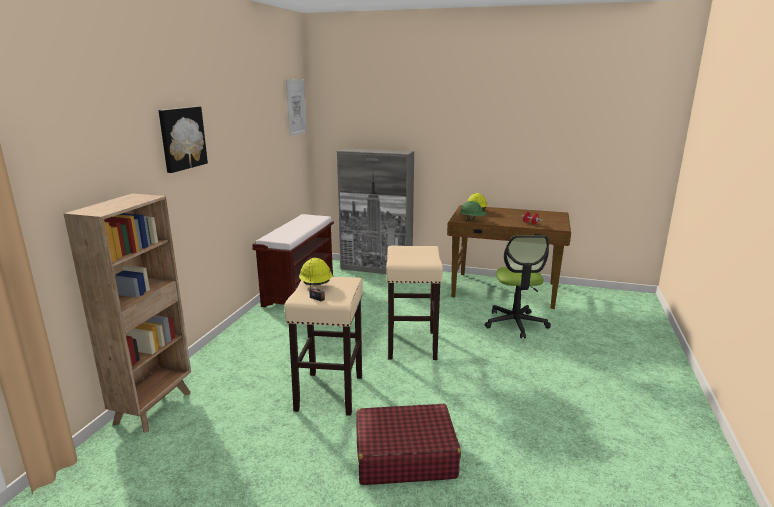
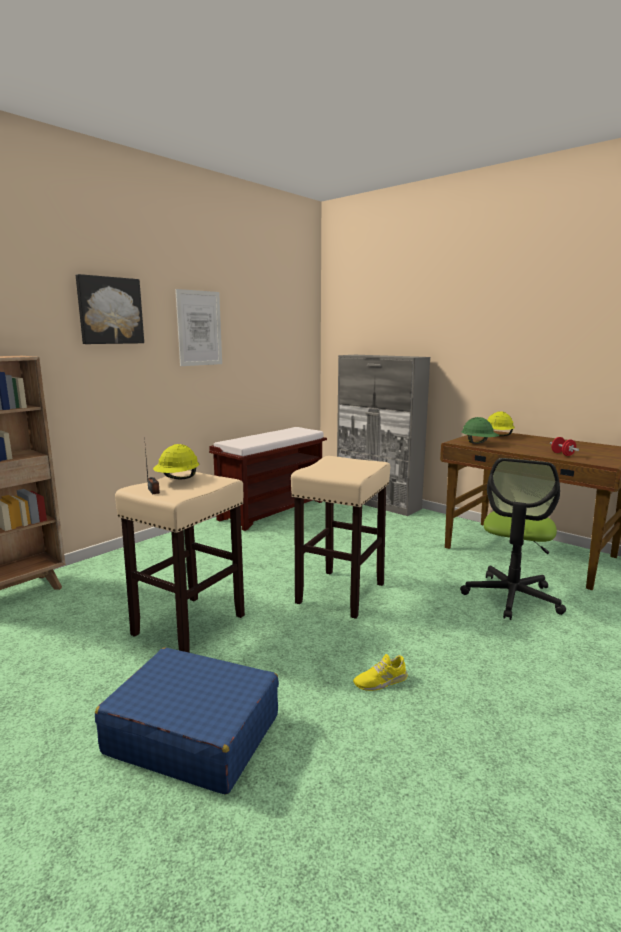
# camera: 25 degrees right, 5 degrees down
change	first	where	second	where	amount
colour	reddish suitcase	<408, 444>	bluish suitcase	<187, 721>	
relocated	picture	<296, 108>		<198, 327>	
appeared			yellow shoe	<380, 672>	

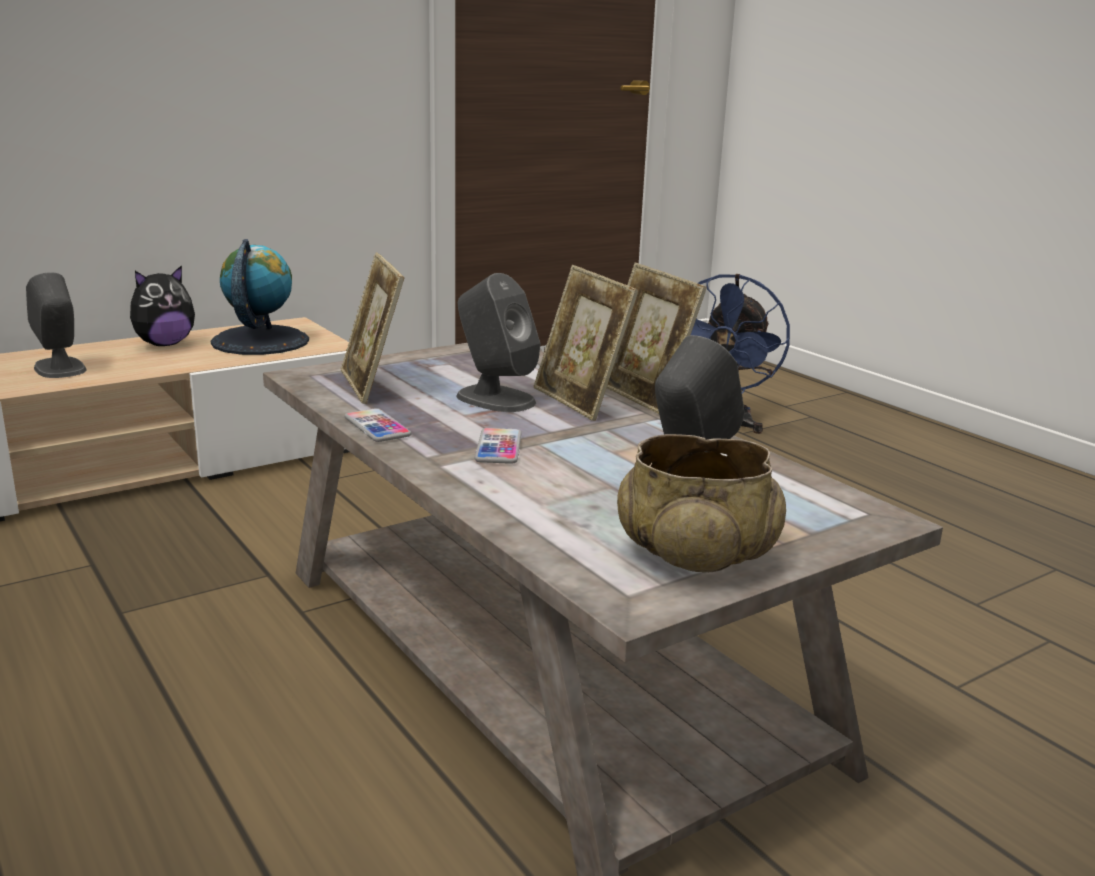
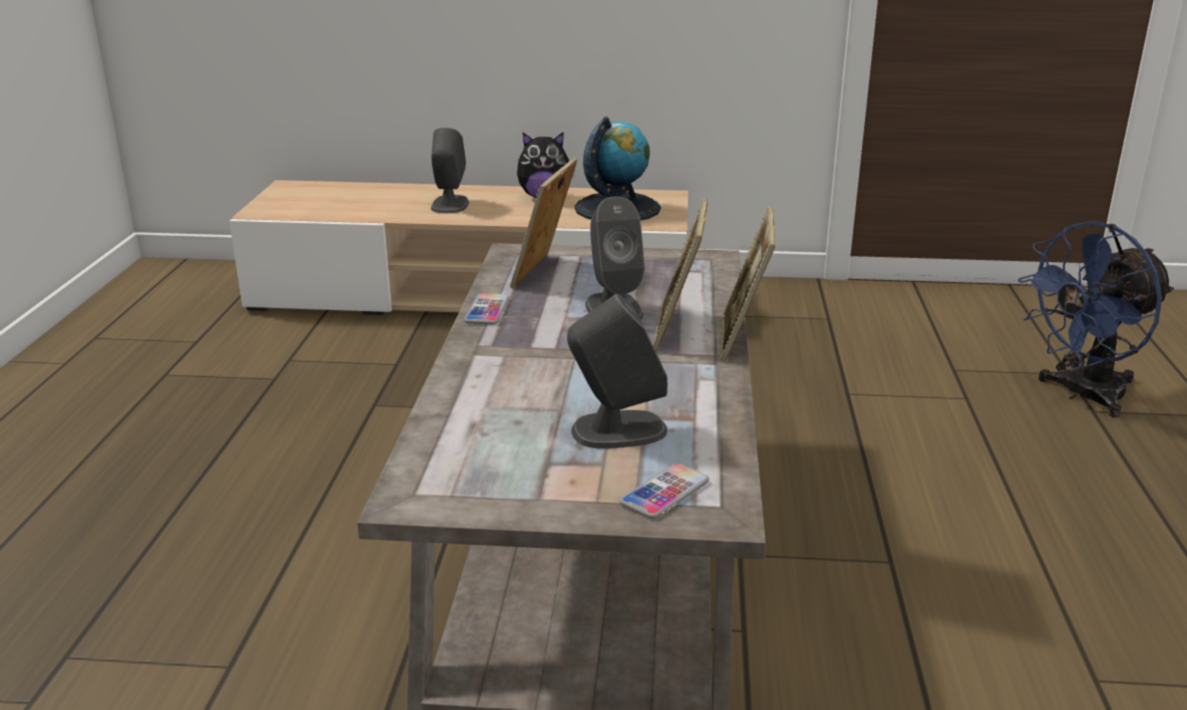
# camera: 40 degrees right, 5 degrees up
change	first	where	second	where	amount
relocated	phone	<498, 446>		<664, 491>	
missing	beige bowl	<701, 503>			

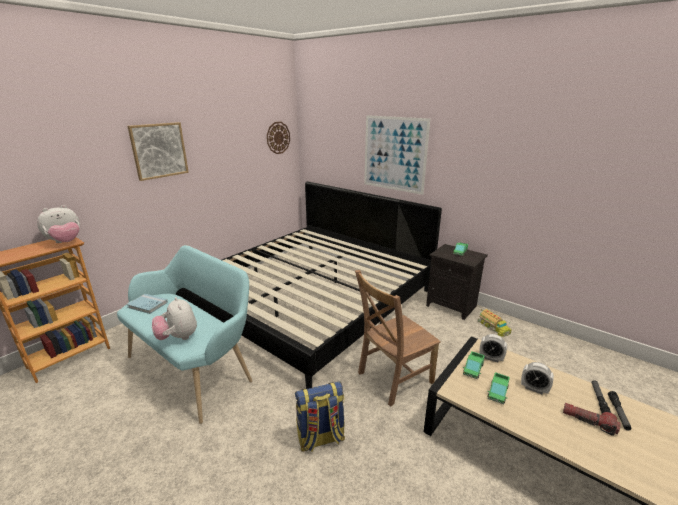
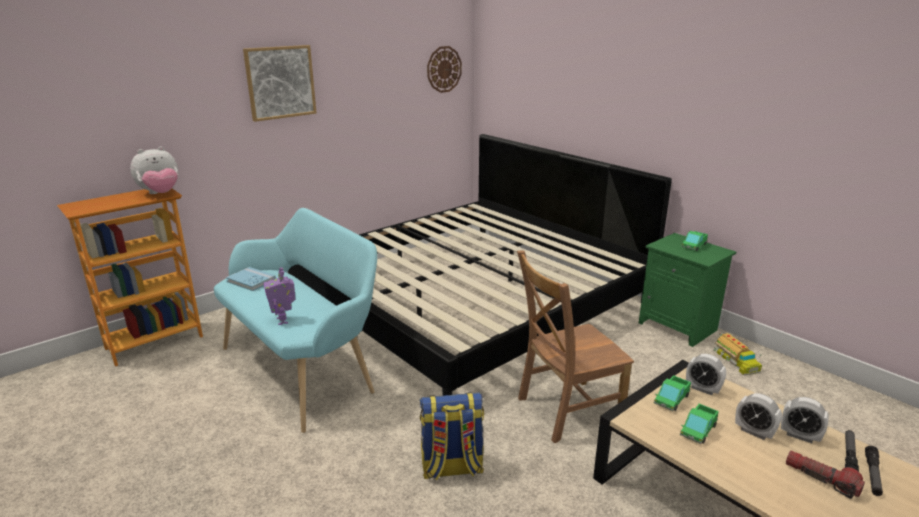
# camera: 10 degrees right, 0 degrees up
change	first	where	second	where	amount
exchanged	plush toy	<174, 318>	toy robot	<280, 296>	
colour	blackish bedside table	<457, 282>	green bedside table	<687, 290>	
appeared			bedside clock	<805, 420>	
missing	picture	<397, 155>			

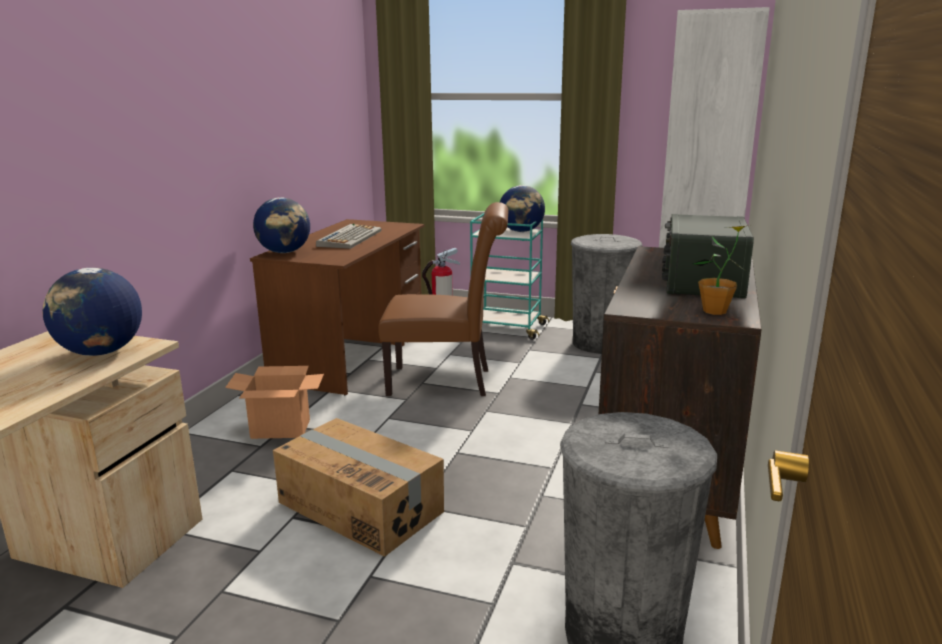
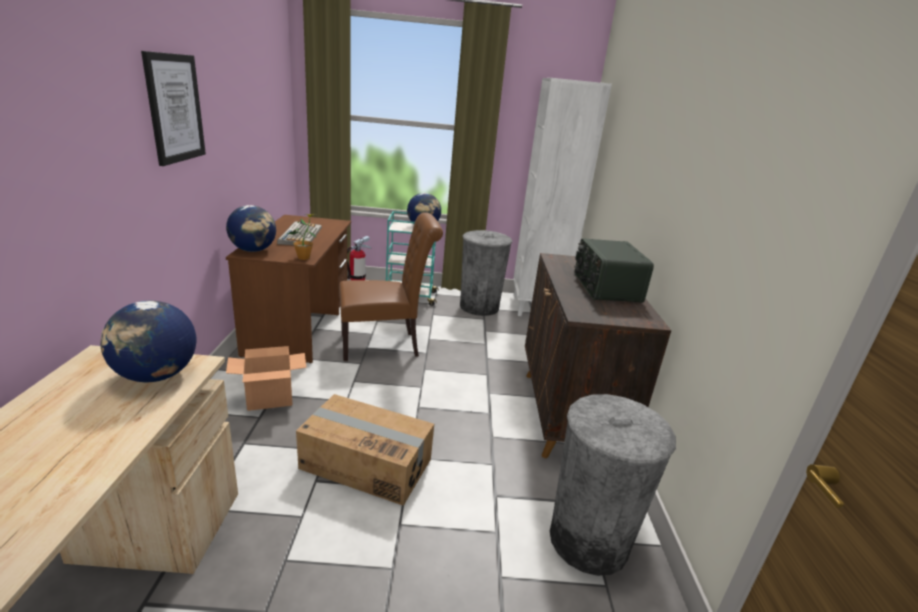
# camera: 20 degrees left, 5 degrees up
change	first	where	second	where	amount
appeared			picture	<173, 108>	
relocated	houseplant	<722, 270>		<302, 237>	

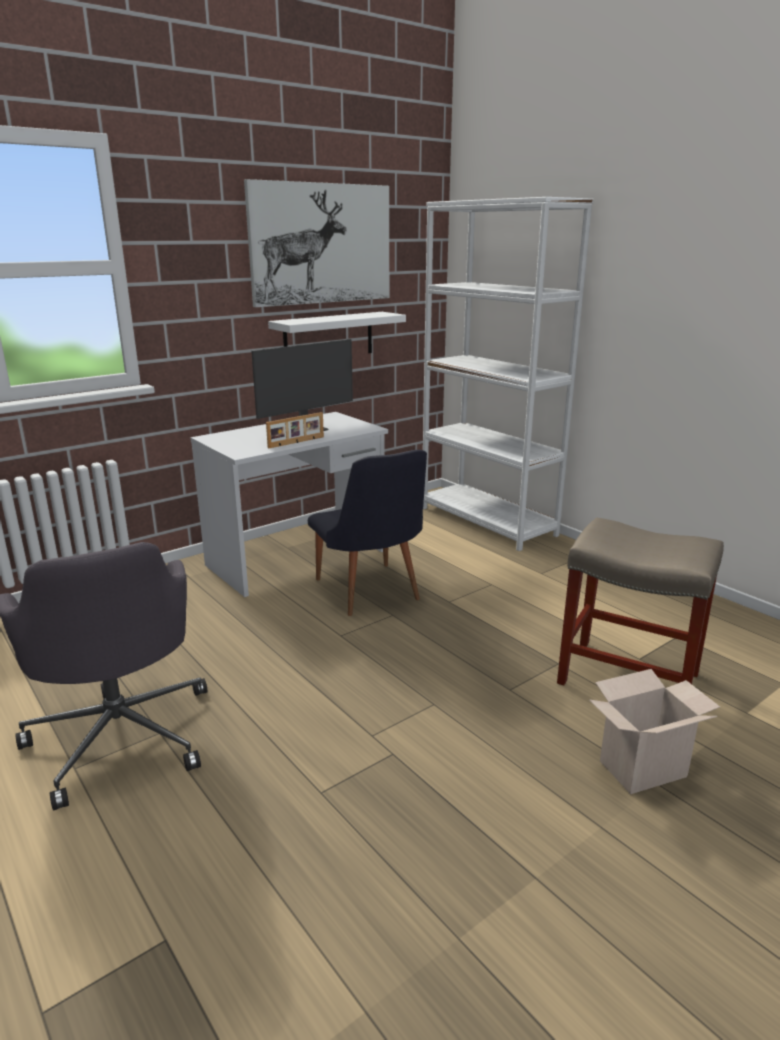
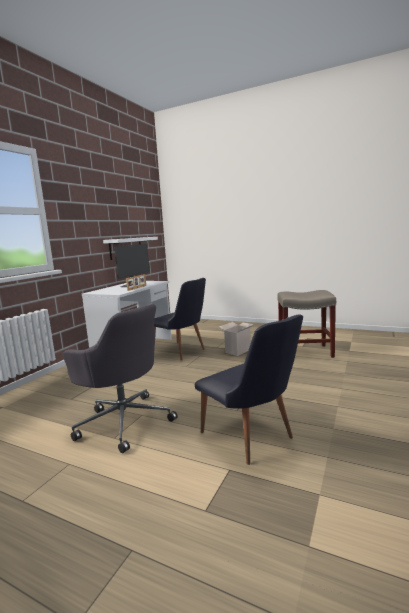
# camera: 25 degrees left, 10 degrees down
change	first	where	second	where	amount
appeared			blackish plain chair	<249, 389>	
relocated	packing box	<654, 731>		<237, 339>	
missing	picture	<316, 243>			
missing	white shelving unit	<508, 374>			

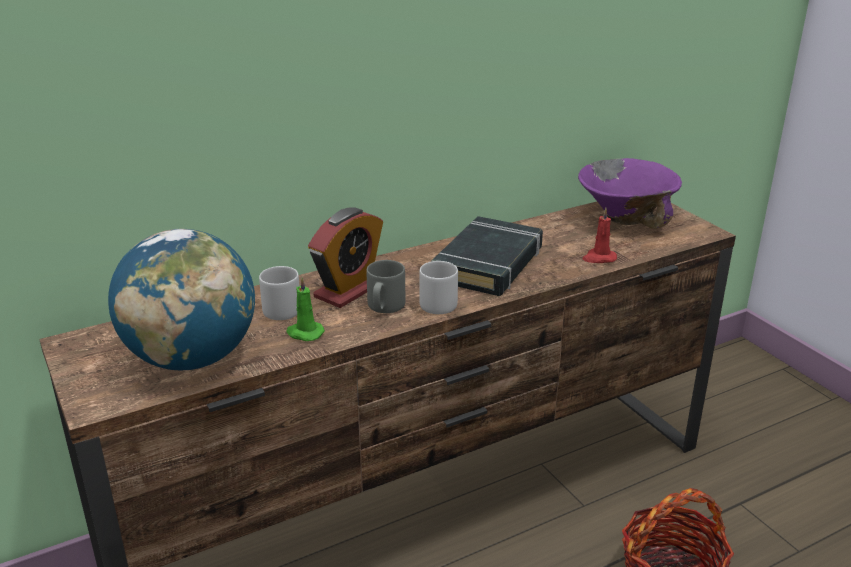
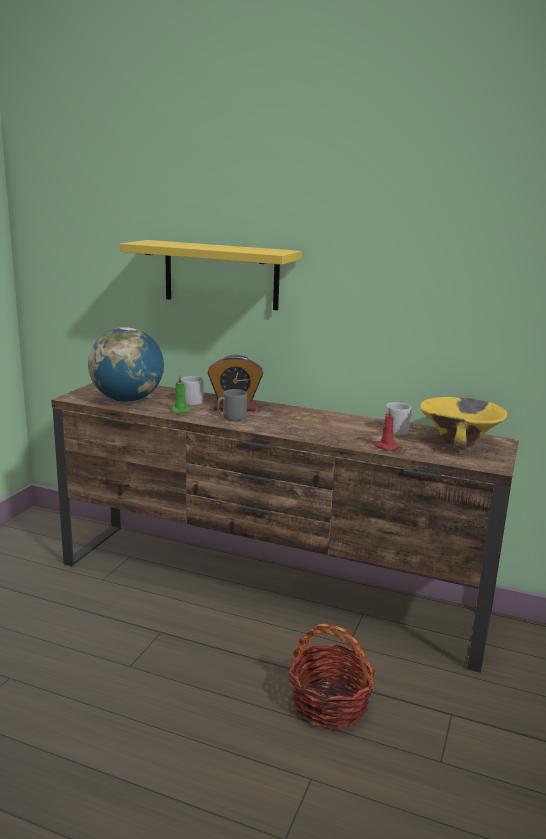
# camera: 50 degrees right, 10 degrees down
change	first	where	second	where	amount
appeared			yellow bracket shelf	<211, 275>	
relocated	gray tea mug	<438, 287>		<398, 418>	
colour	purplish bowl	<630, 193>	yellow bowl	<463, 423>	
missing	blackish volume	<487, 256>			

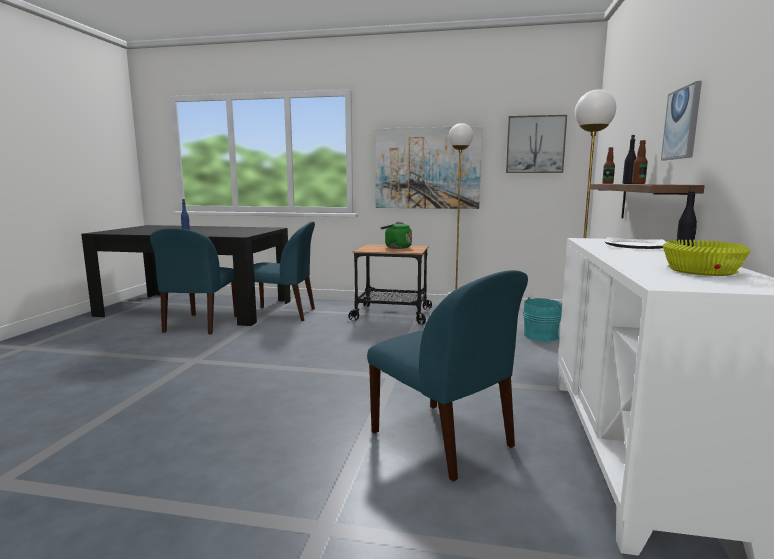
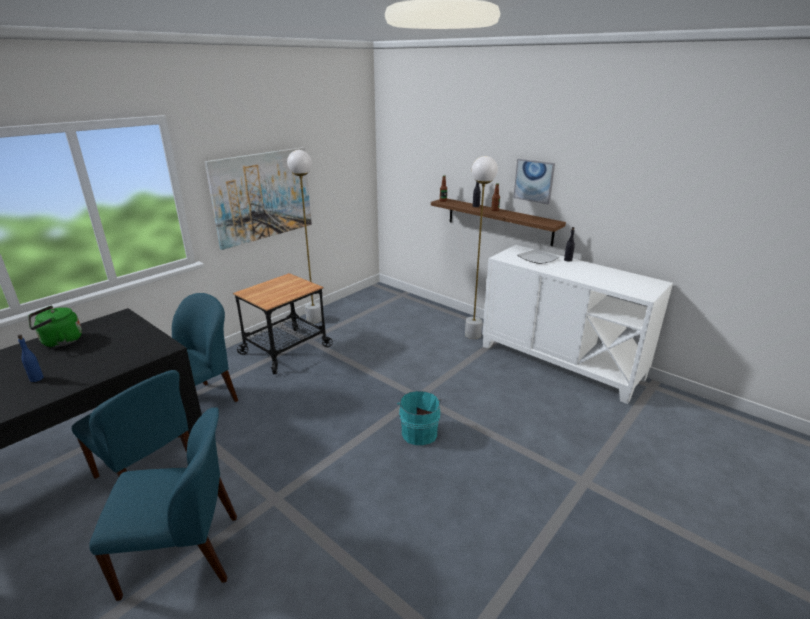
# camera: 60 degrees left, 15 degrees up
change	first	where	second	where	amount
relocated	green kettle	<396, 235>		<55, 326>	
relocated	bluish plain chair	<447, 376>		<163, 504>	
relocated	blue-green pail	<542, 319>		<419, 418>	
missing	picture	<536, 144>			
missing	yellow bowl	<706, 258>			

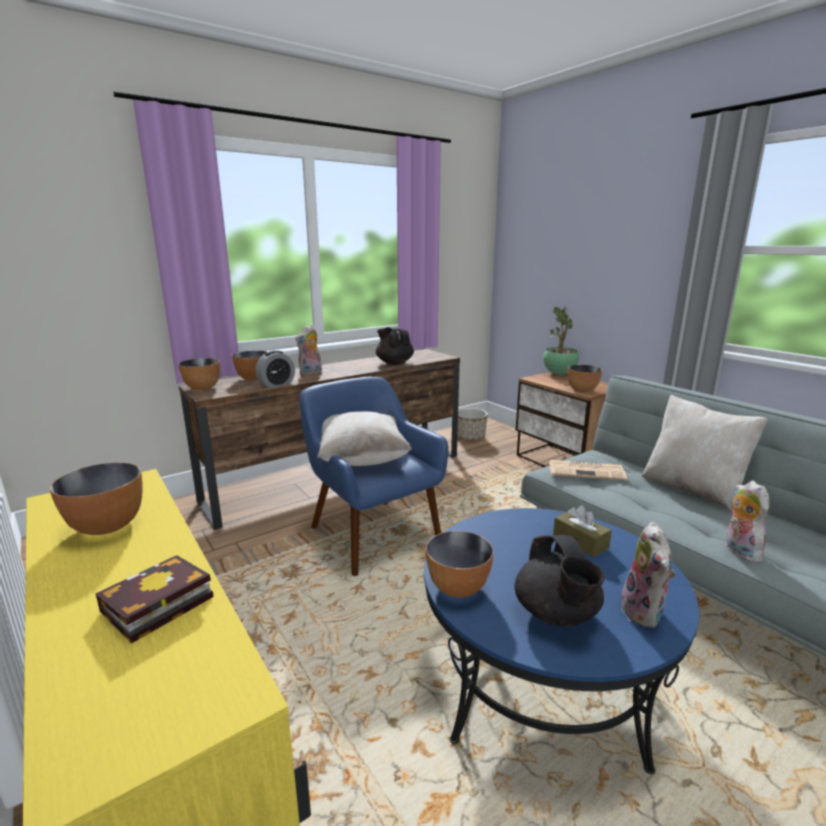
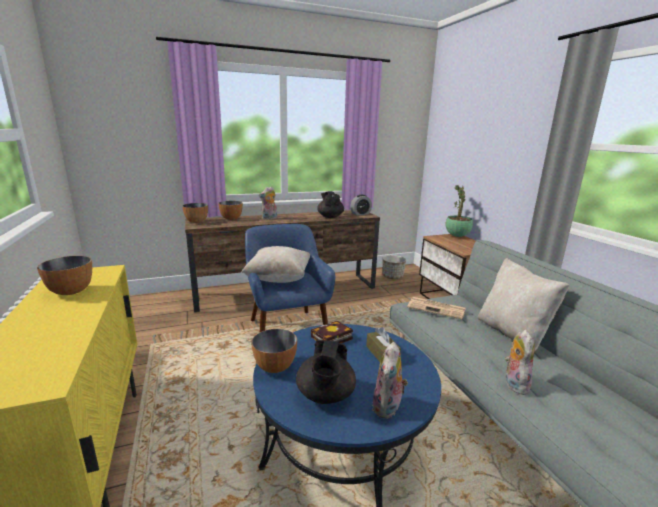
# camera: 15 degrees right, 0 degrees up
change	first	where	second	where	amount
relocated	volume	<154, 599>		<332, 332>	
relocated	bedside clock	<275, 369>		<361, 205>	
missing	bowl	<585, 378>			

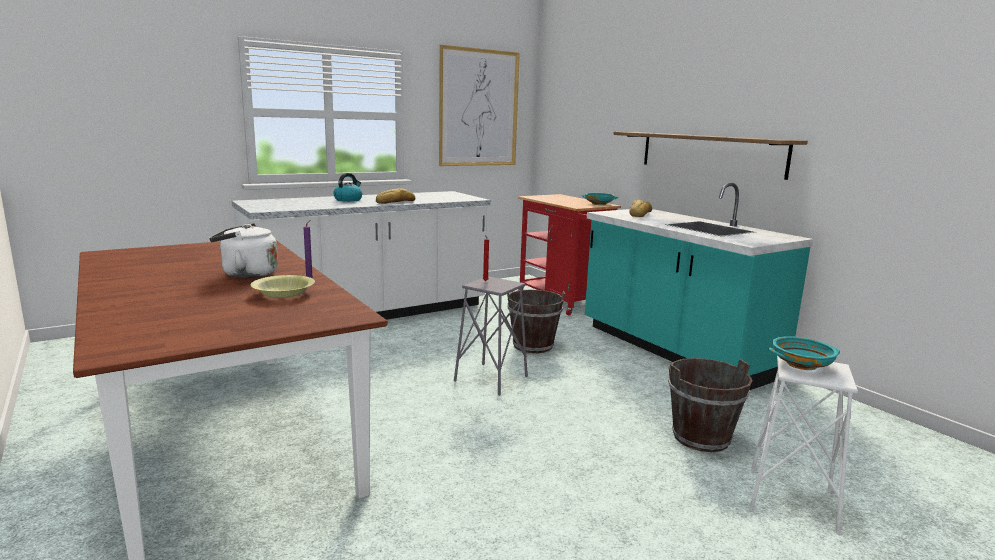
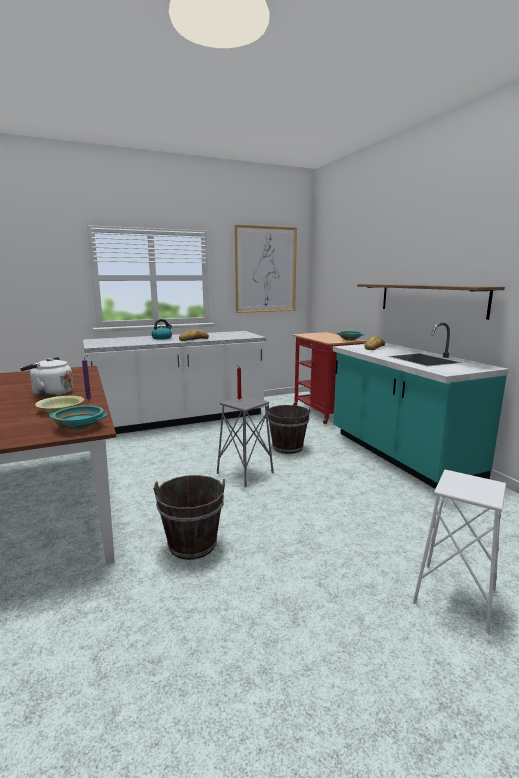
# camera: 10 degrees right, 0 degrees up
change	first	where	second	where	amount
relocated	blue-green bowl	<804, 353>		<78, 418>	
relocated	brownish pail	<710, 405>		<189, 517>	

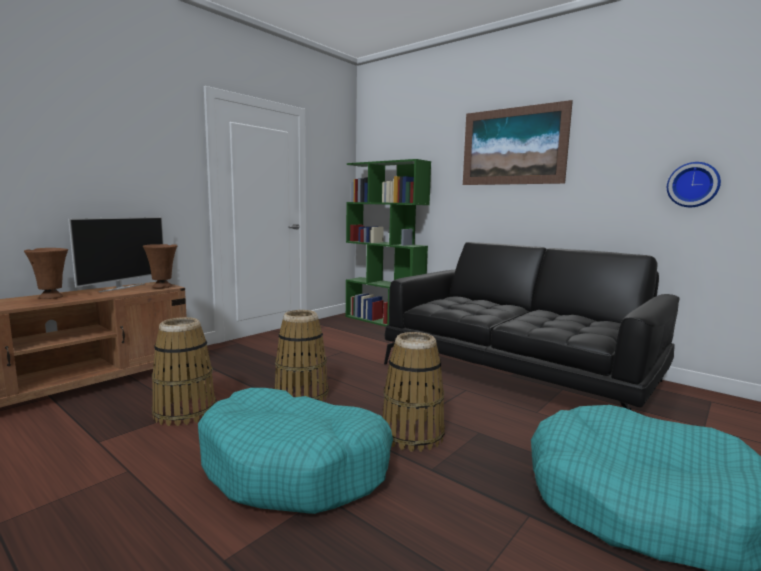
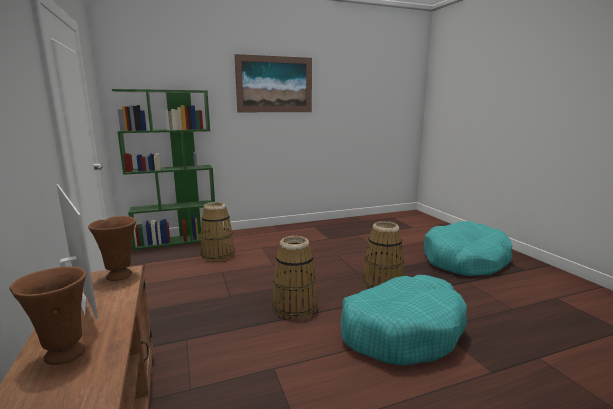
# camera: 60 degrees left, 5 degrees up
change	first	where	second	where	amount
relocated	basket	<184, 371>		<217, 232>	
missing	blackish settee	<532, 326>			
missing	clock on the wall	<694, 184>			

